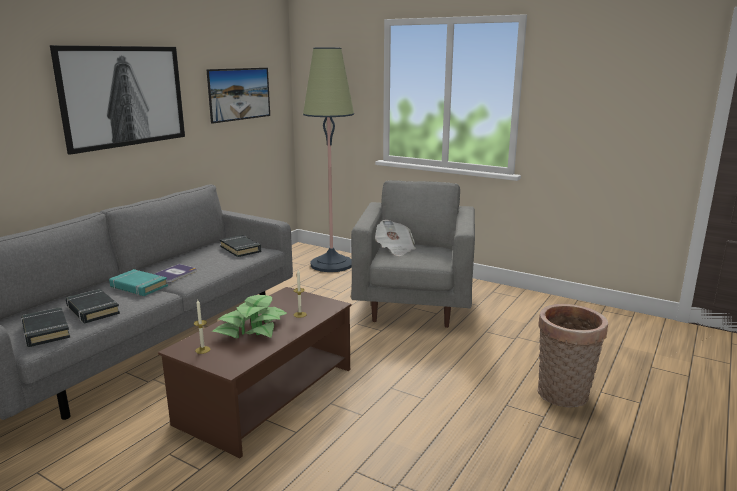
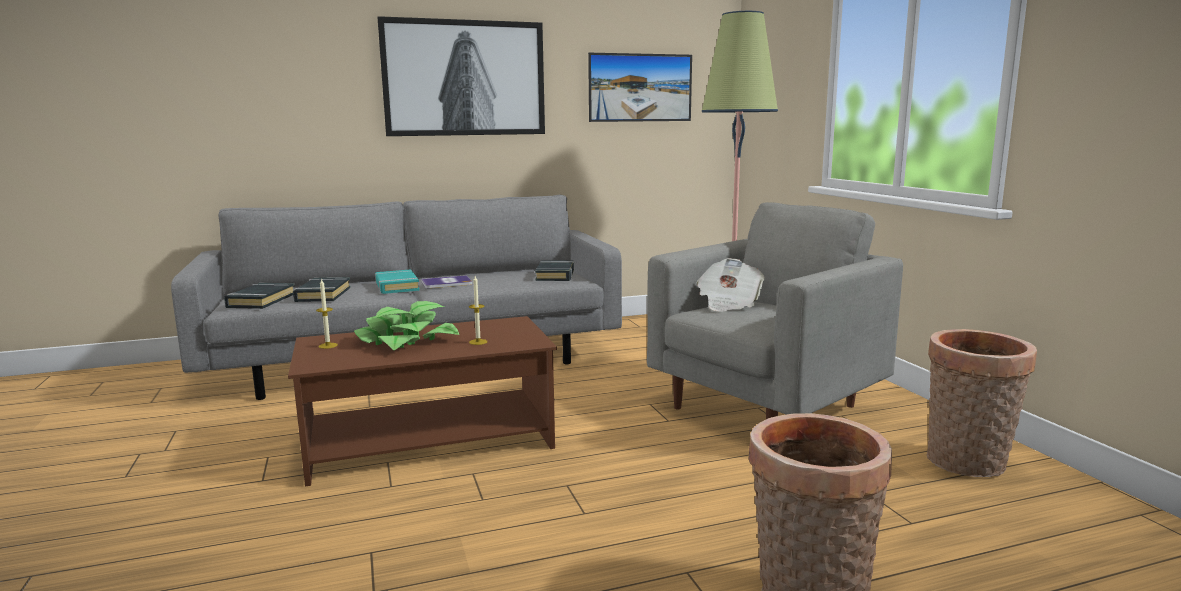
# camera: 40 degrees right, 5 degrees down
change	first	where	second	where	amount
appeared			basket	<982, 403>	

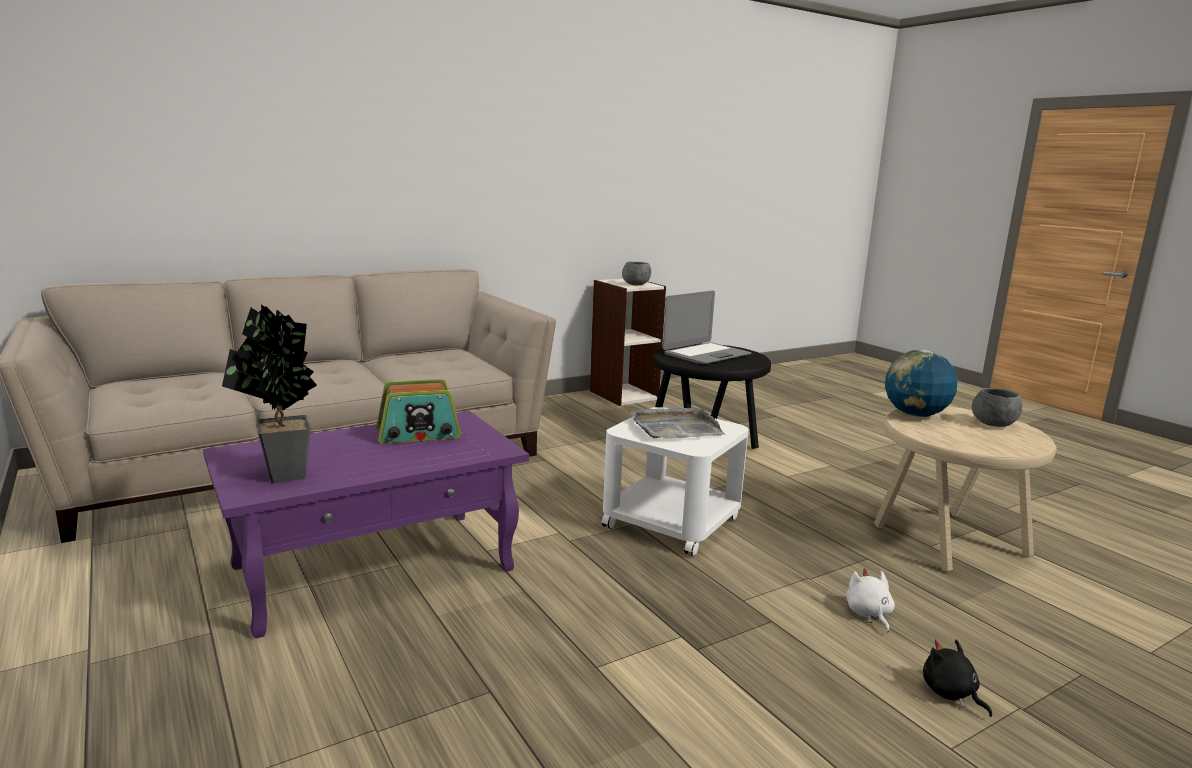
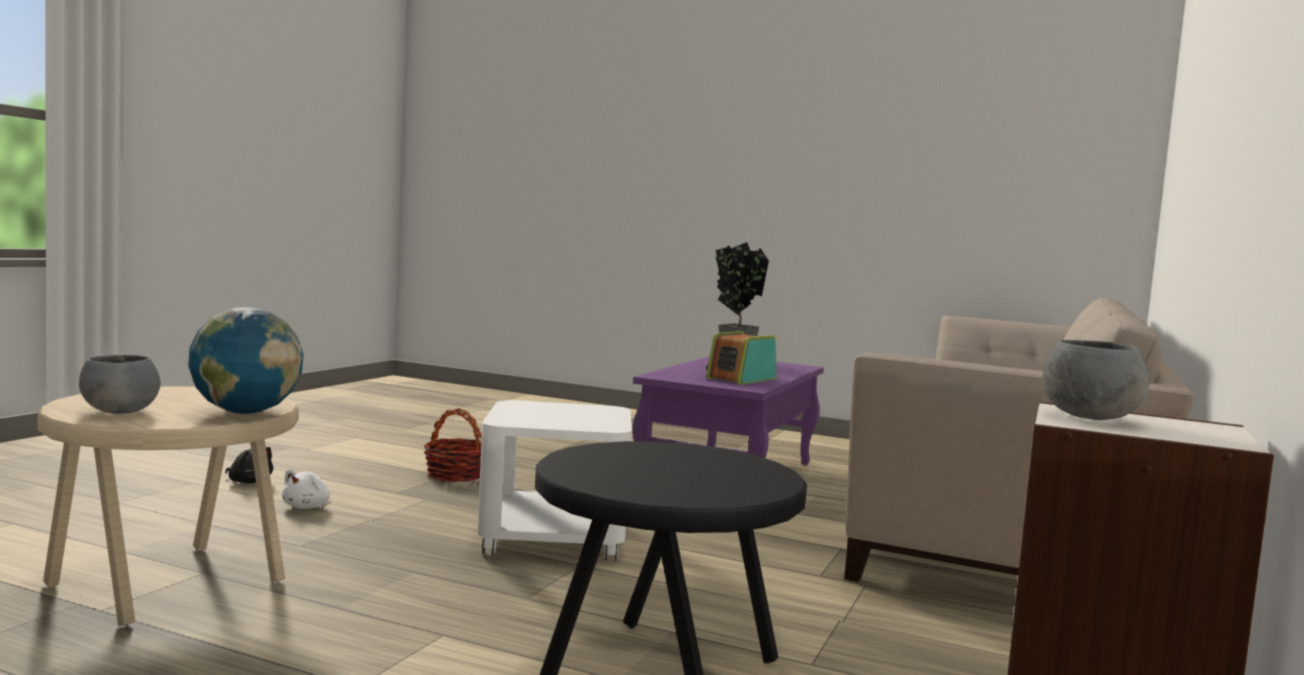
# camera: 145 degrees right, 10 degrees down
change	first	where	second	where	amount
spun	white plush toy	<870, 600>		<306, 489>	60 degrees clockwise
appeared			basket	<453, 445>	
missing	gray serving tray	<678, 423>			
missing	notebook computer	<707, 327>			

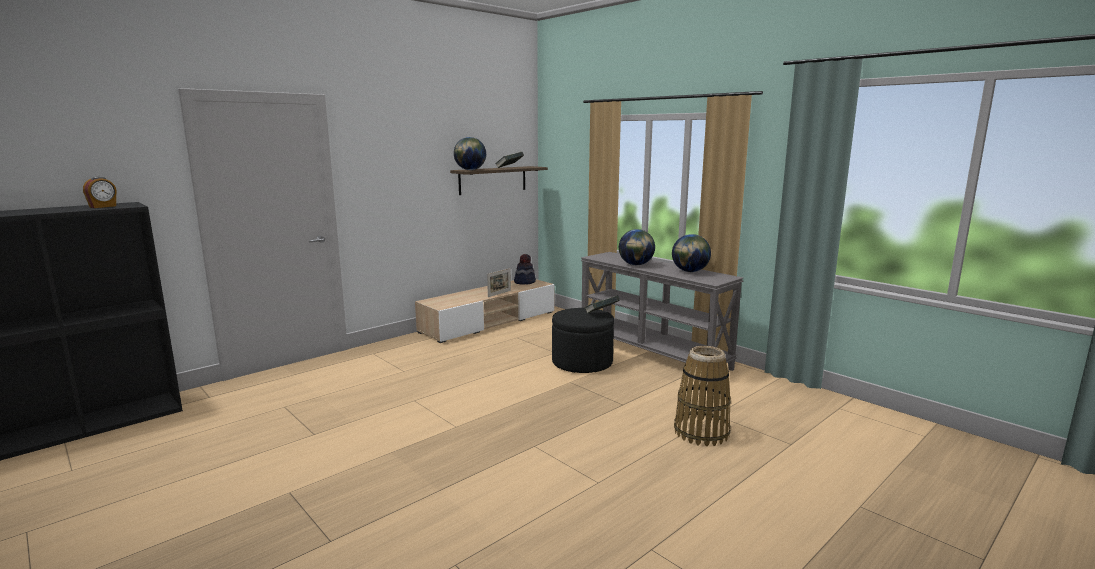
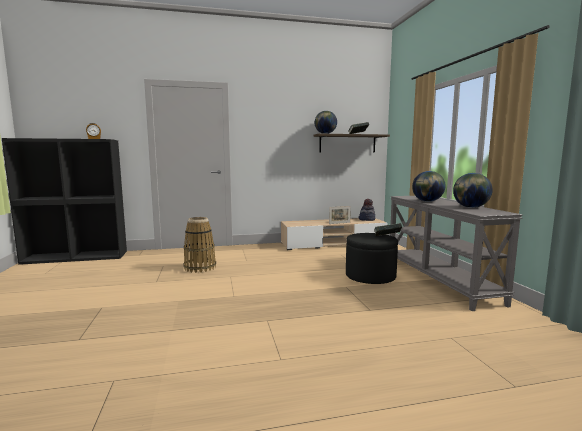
# camera: 30 degrees right, 5 degrees down
change	first	where	second	where	amount
relocated	basket	<702, 396>		<199, 245>	

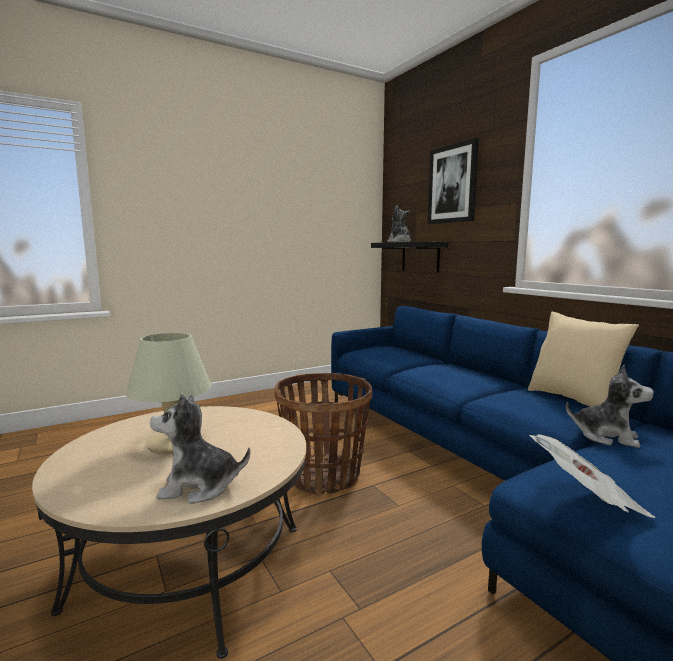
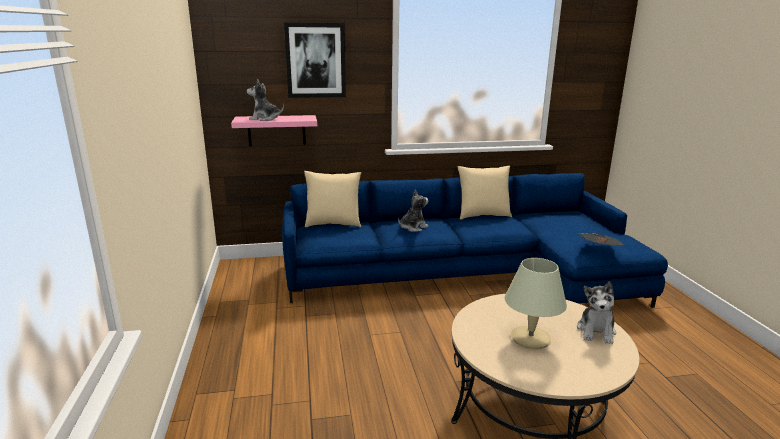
# camera: 70 degrees left, 10 degrees up
change	first	where	second	where	amount
colour	blackish bracket shelf	<409, 257>	pink bracket shelf	<274, 130>	
appeared			beige pillow	<332, 199>	
relocated	plush toy	<610, 406>		<413, 211>	
missing	basket	<323, 434>			

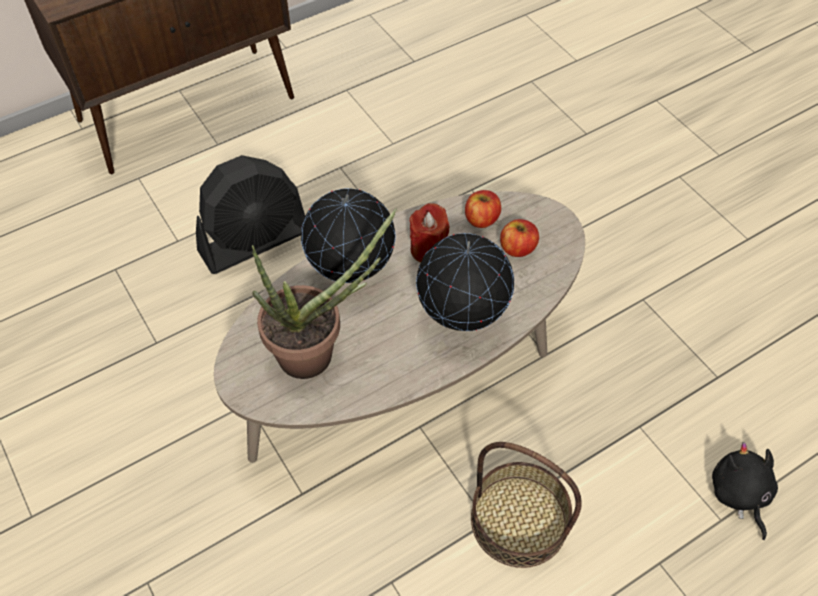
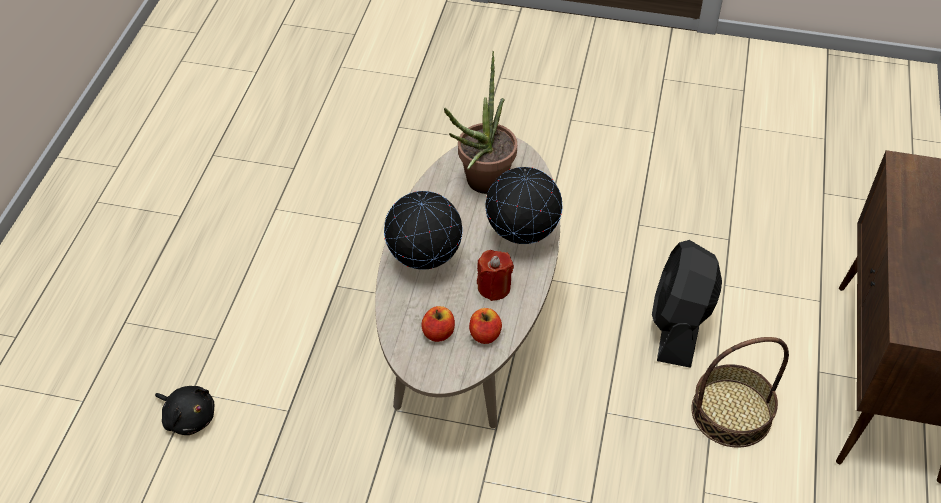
# camera: 135 degrees right, 5 degrees down
change	first	where	second	where	amount
relocated	basket	<526, 505>		<740, 392>	

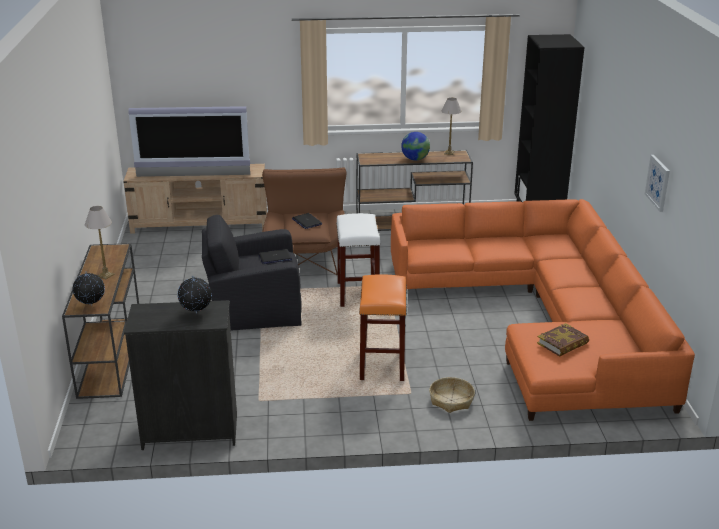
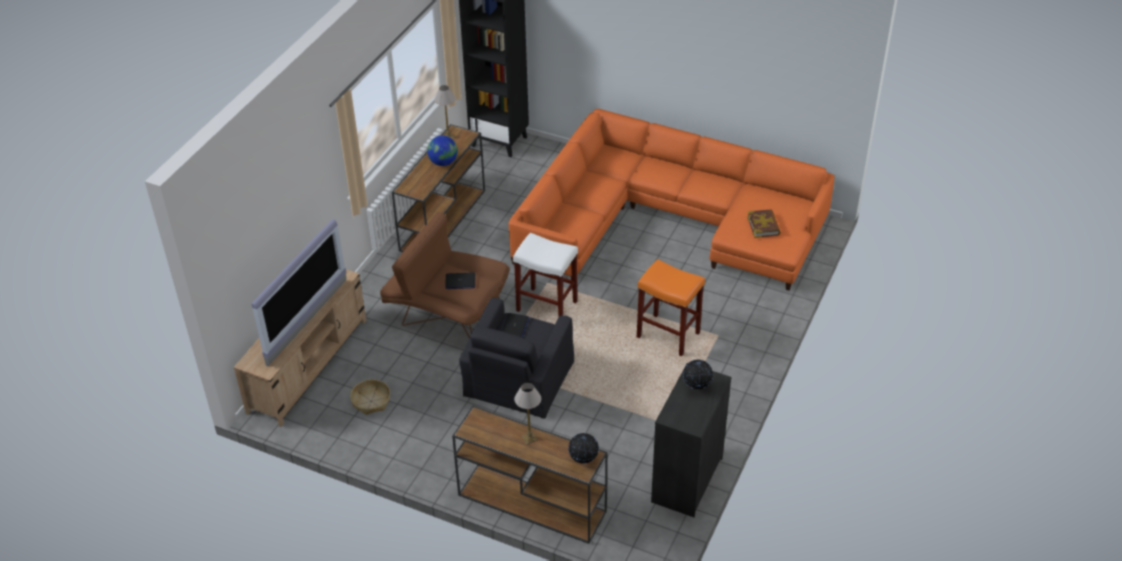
# camera: 60 degrees left, 15 degrees up
change	first	where	second	where	amount
relocated	basket	<452, 395>		<370, 397>	
missing	picture	<657, 183>			

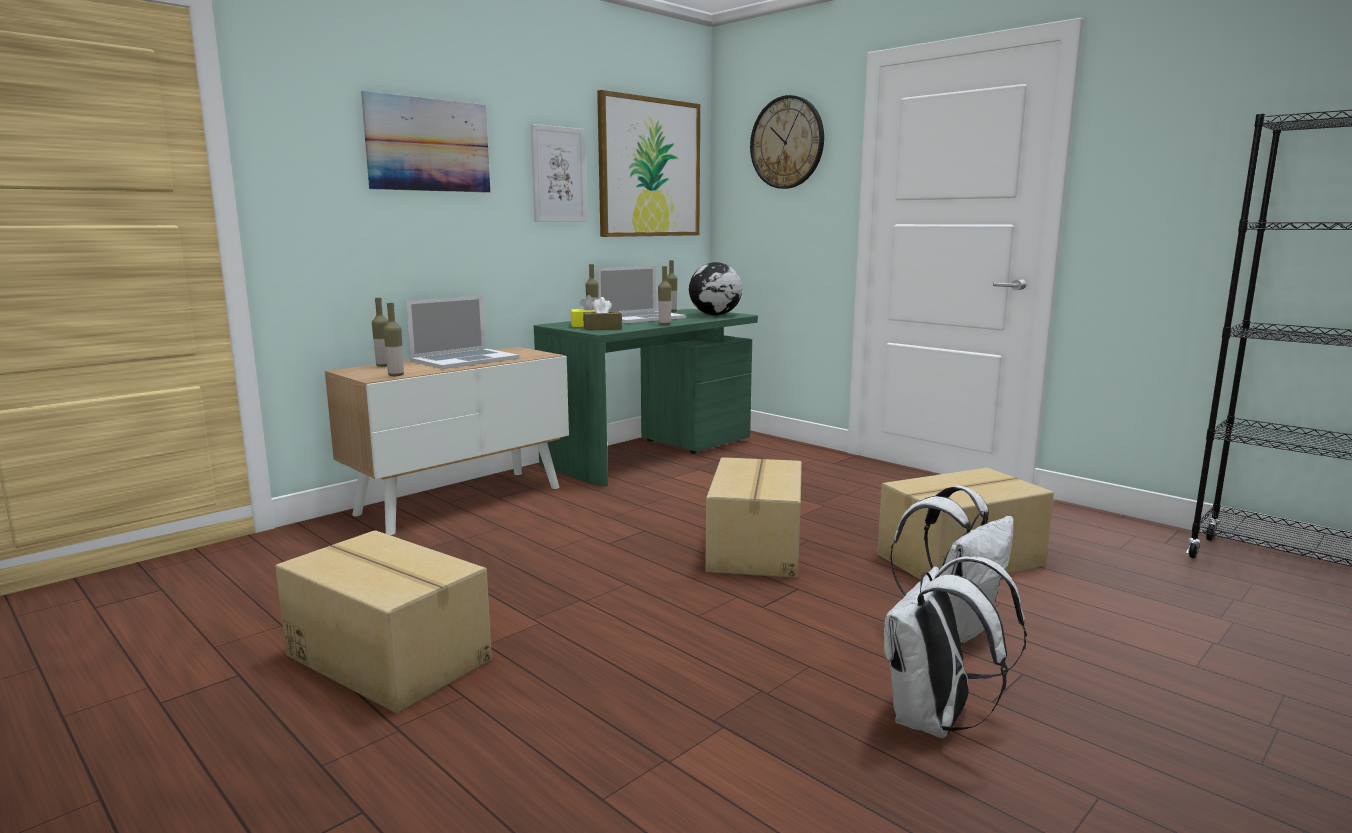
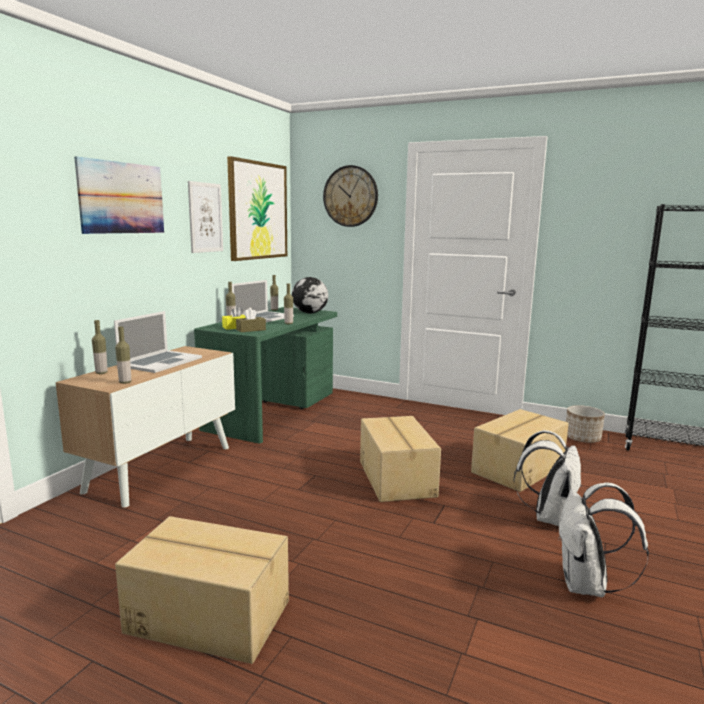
# camera: 20 degrees left, 0 degrees up
change	first	where	second	where	amount
appeared			plant pot	<585, 424>	

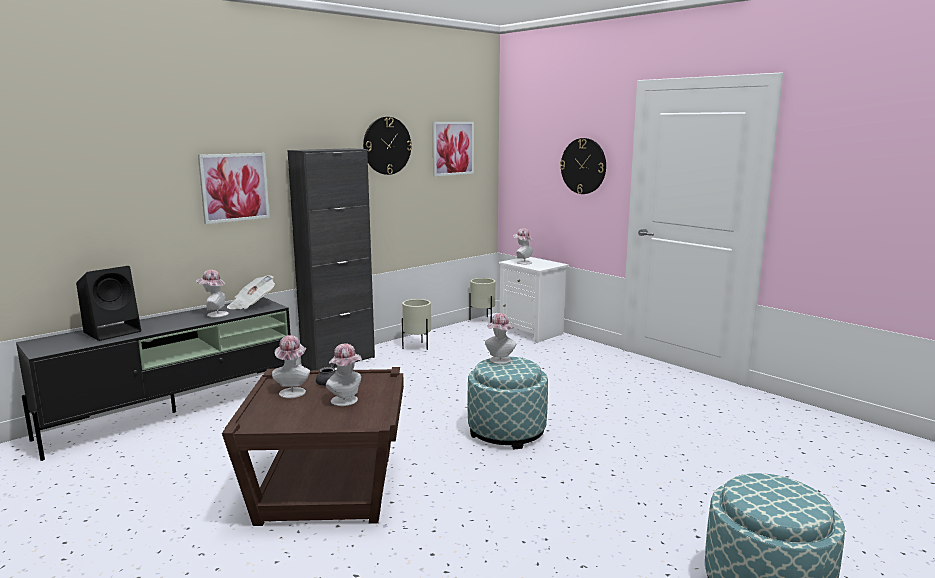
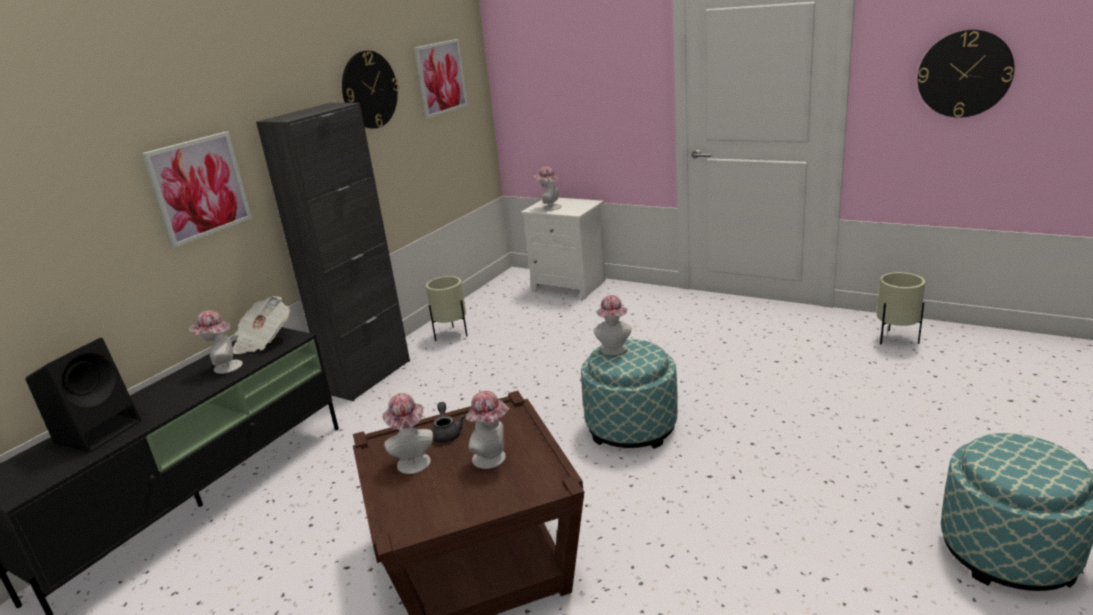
# camera: 15 degrees left, 10 degrees up
change	first	where	second	where	amount
relocated	beige plant pot	<482, 300>		<901, 308>	
relocated	clock on the wall	<583, 166>		<966, 74>	

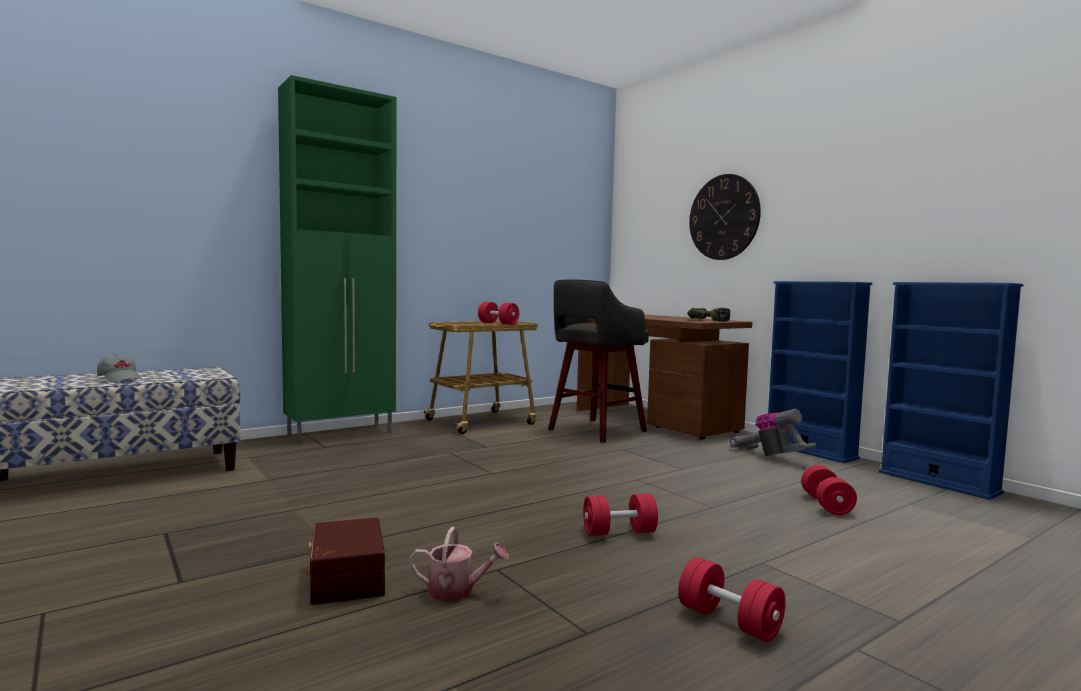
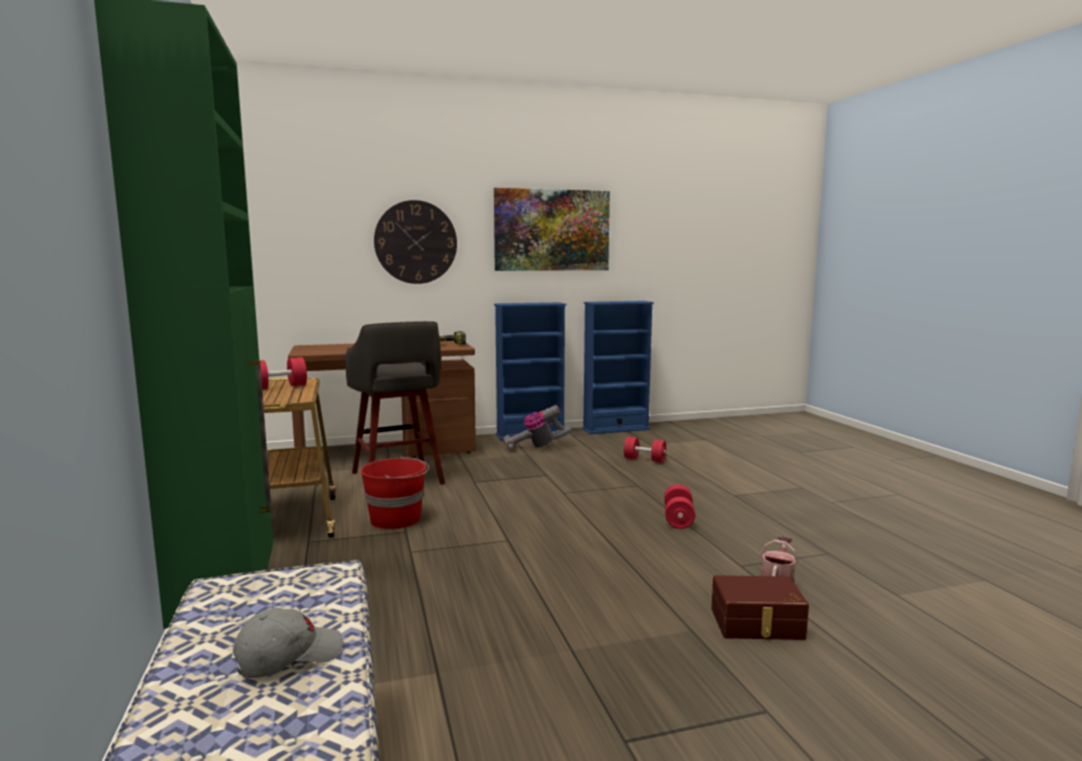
# camera: 70 degrees left, 5 degrees up
change	first	where	second	where	amount
appeared			reddish pail	<394, 492>	
appeared			picture	<552, 229>	
missing	reddish dumbbell	<732, 599>			

